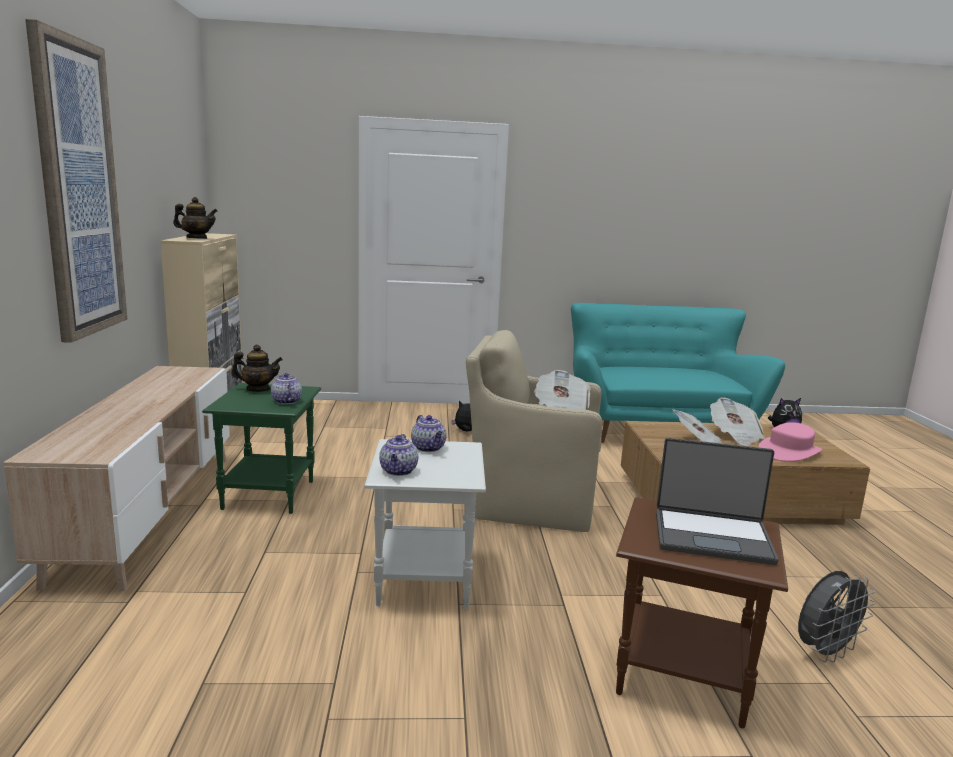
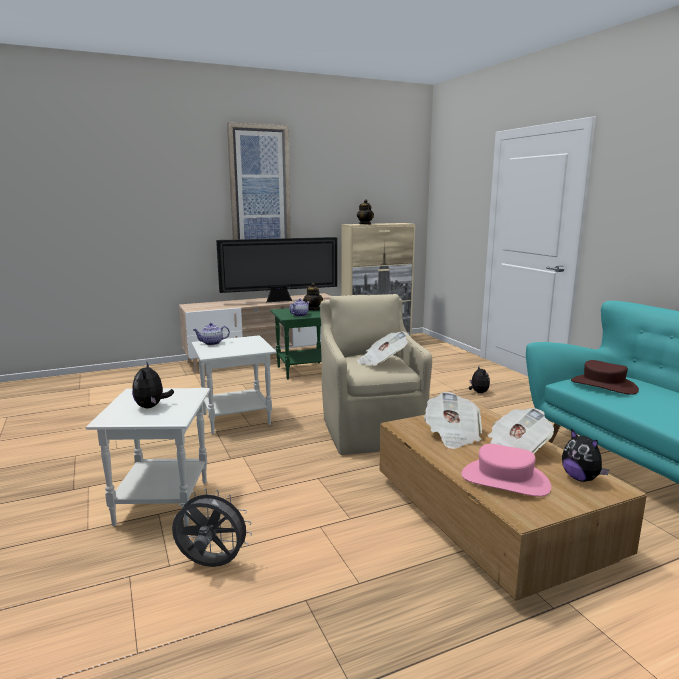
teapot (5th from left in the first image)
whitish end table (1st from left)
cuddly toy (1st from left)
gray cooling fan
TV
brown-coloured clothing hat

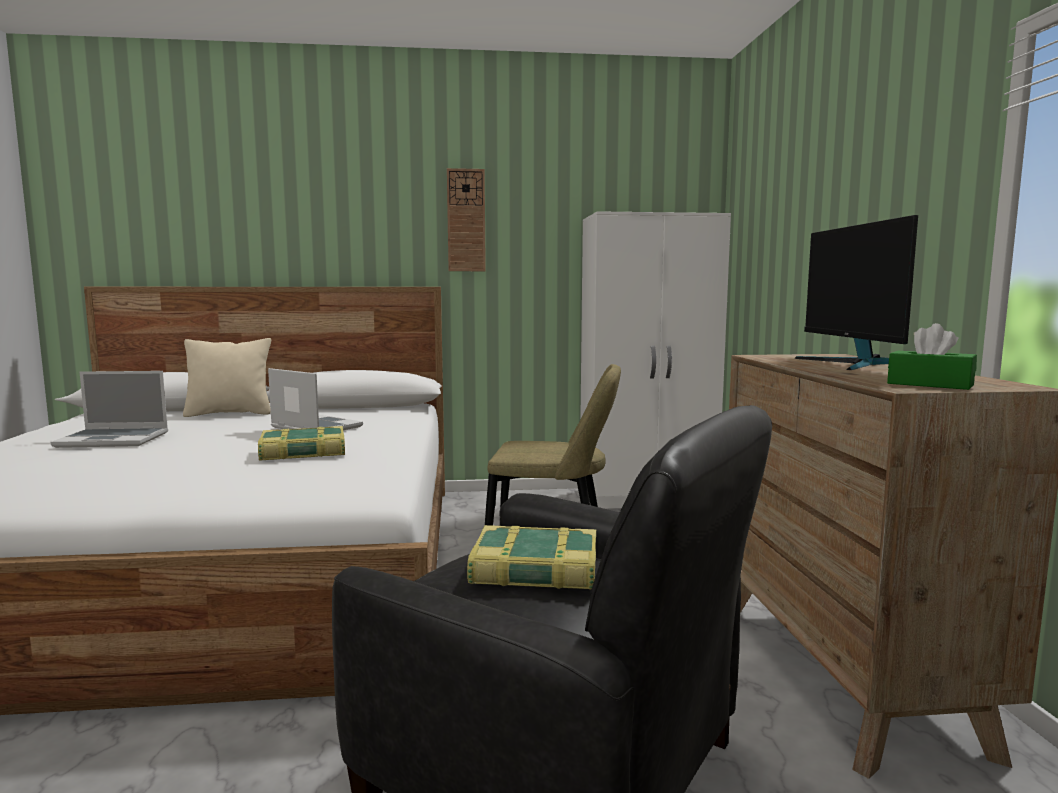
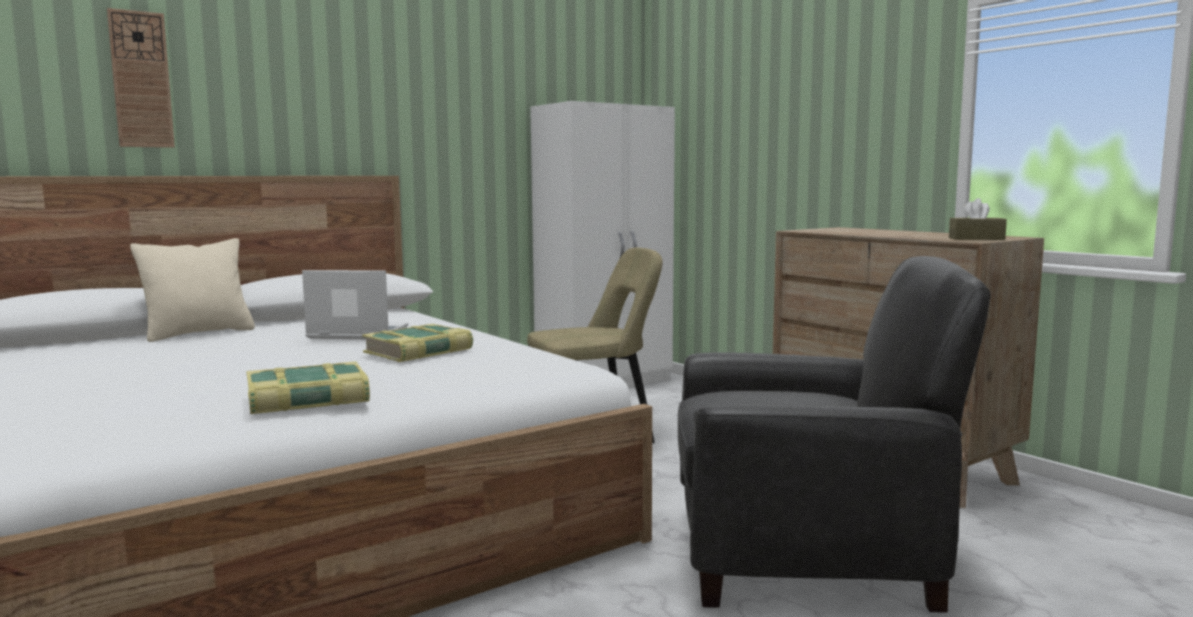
notebook computer (1st from left in the first image)
hanging clock
book (1st from left)
monitor
brown-coloured tissue box

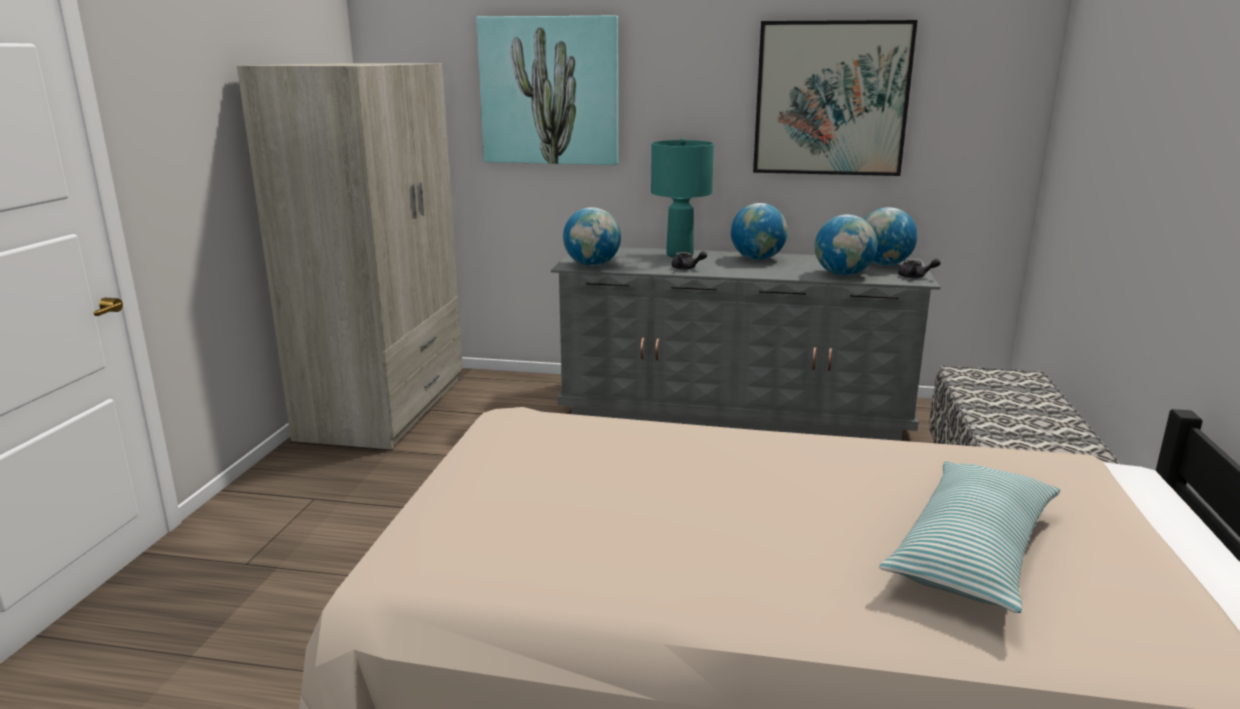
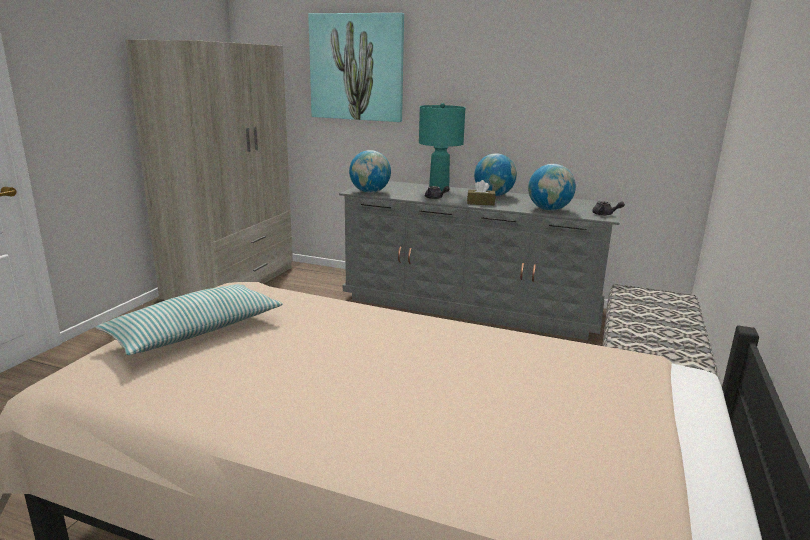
picture (2nd from left in the first image)
globe (4th from left in the first image)
cushion
brown-coloured tissue box

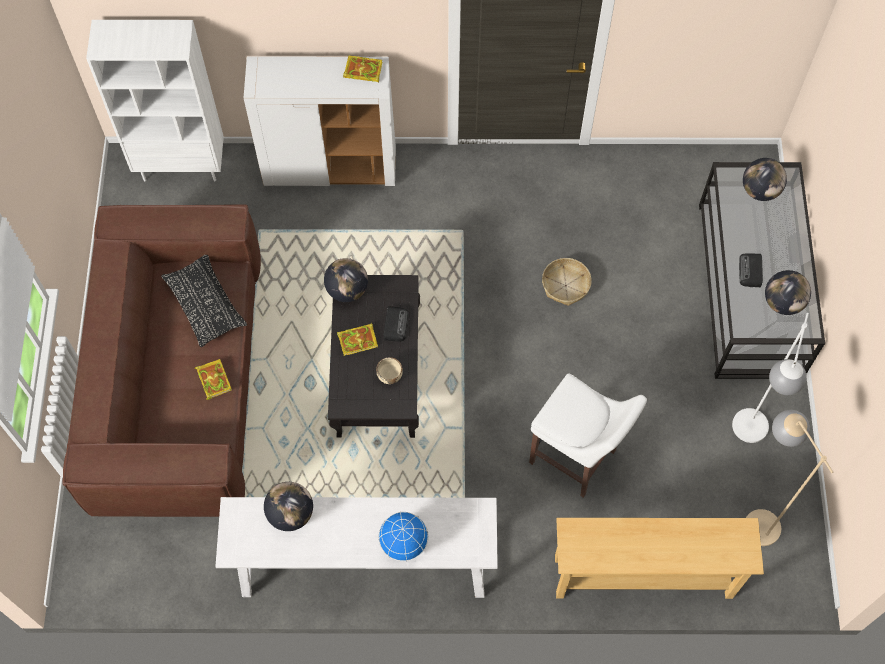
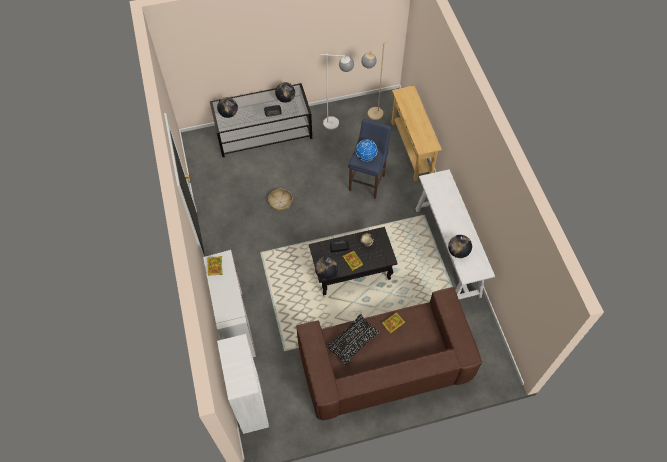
globe (4th from left)
bluish sitting stool

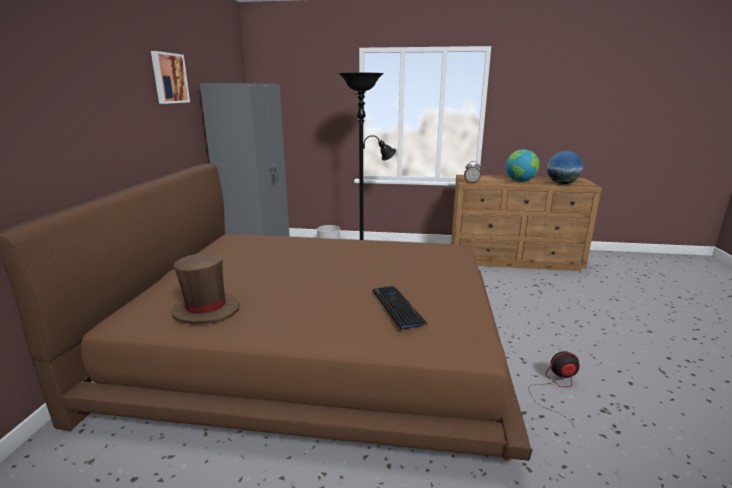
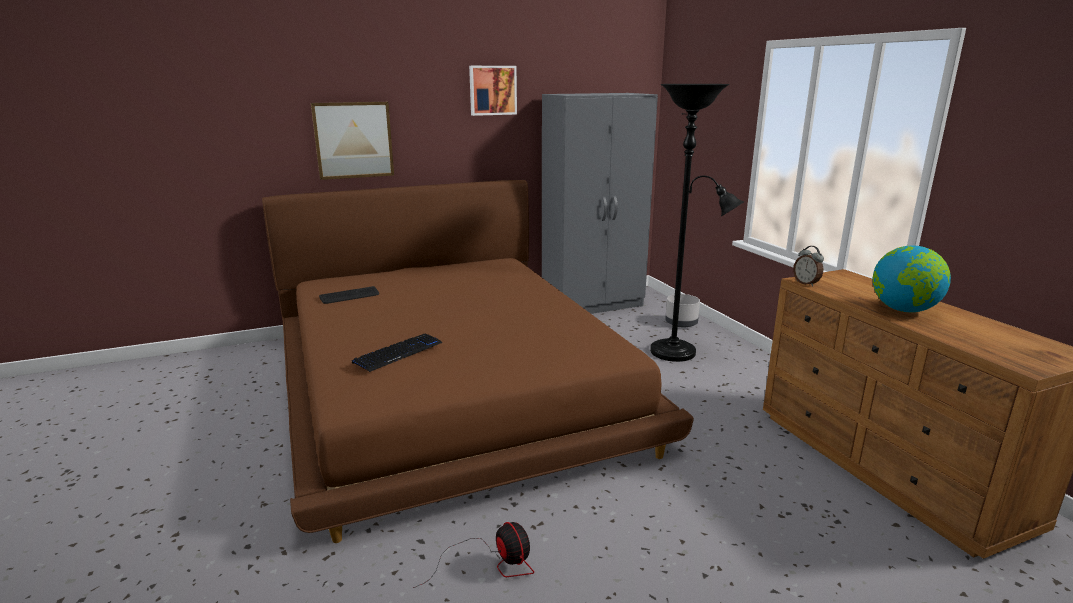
computer keyboard (1st from left)
globe (2nd from left in the first image)
picture (1st from left)

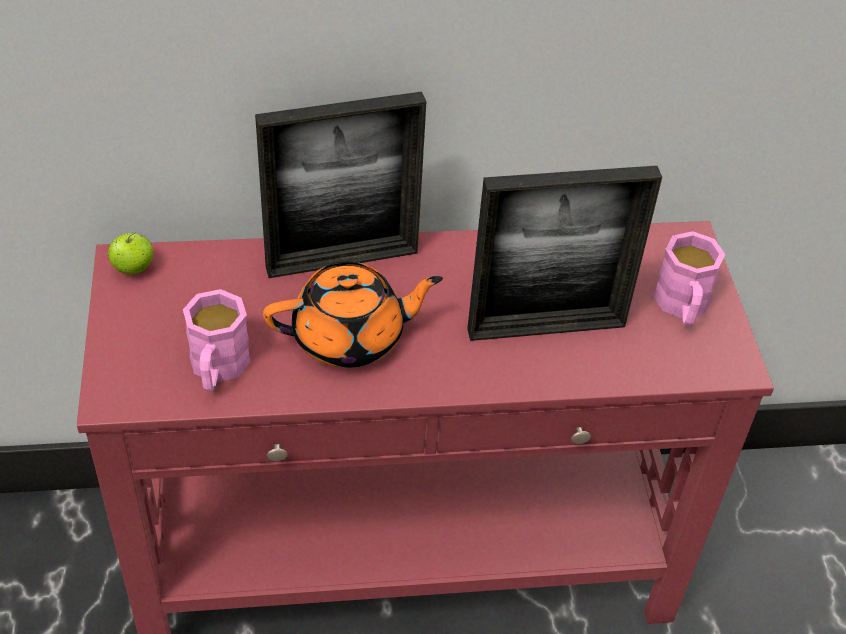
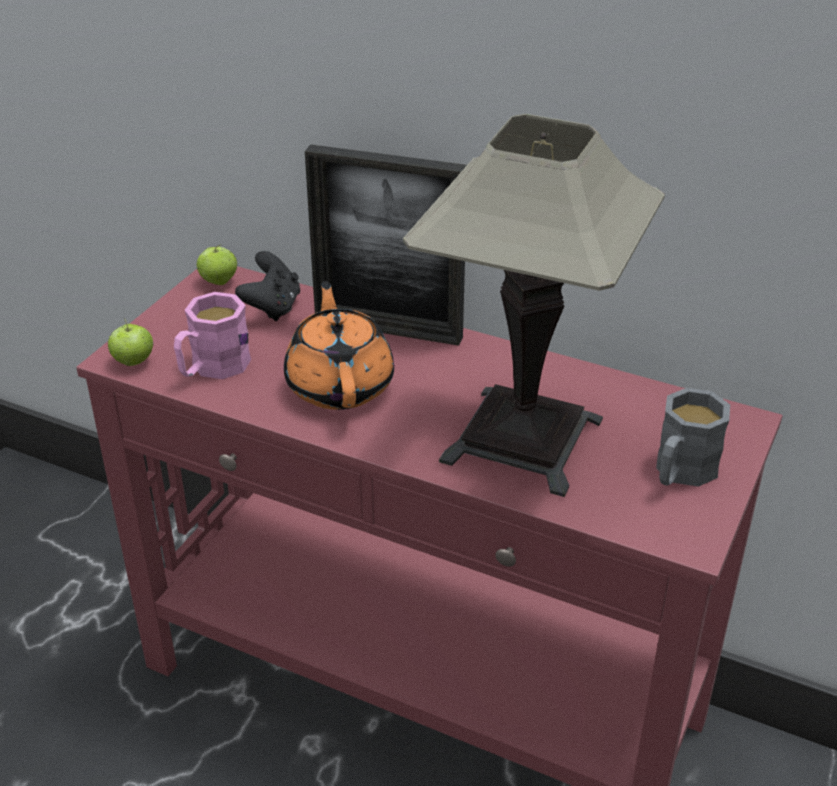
orangey teapot
lamp for a table
gray mug
apple fruit (1st from left)
black joypad

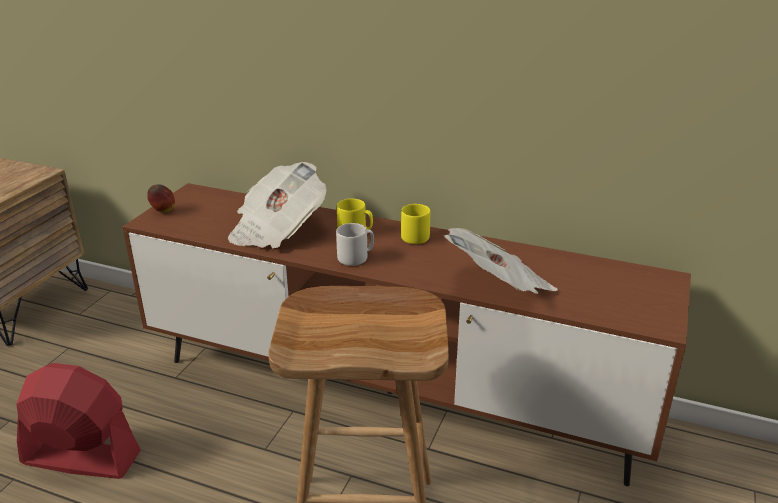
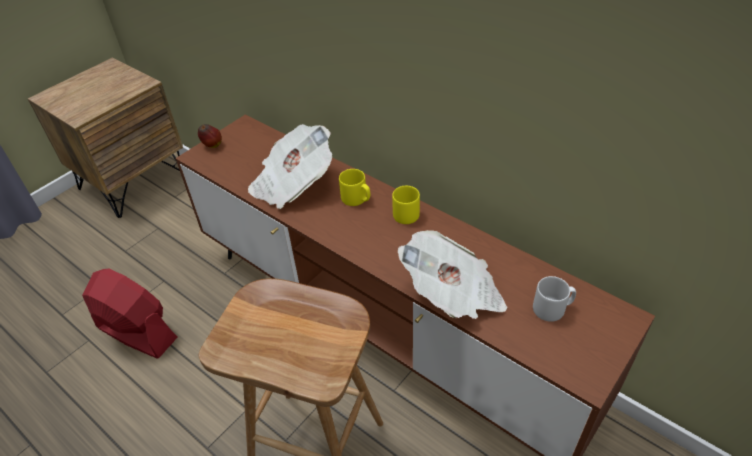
gray mug

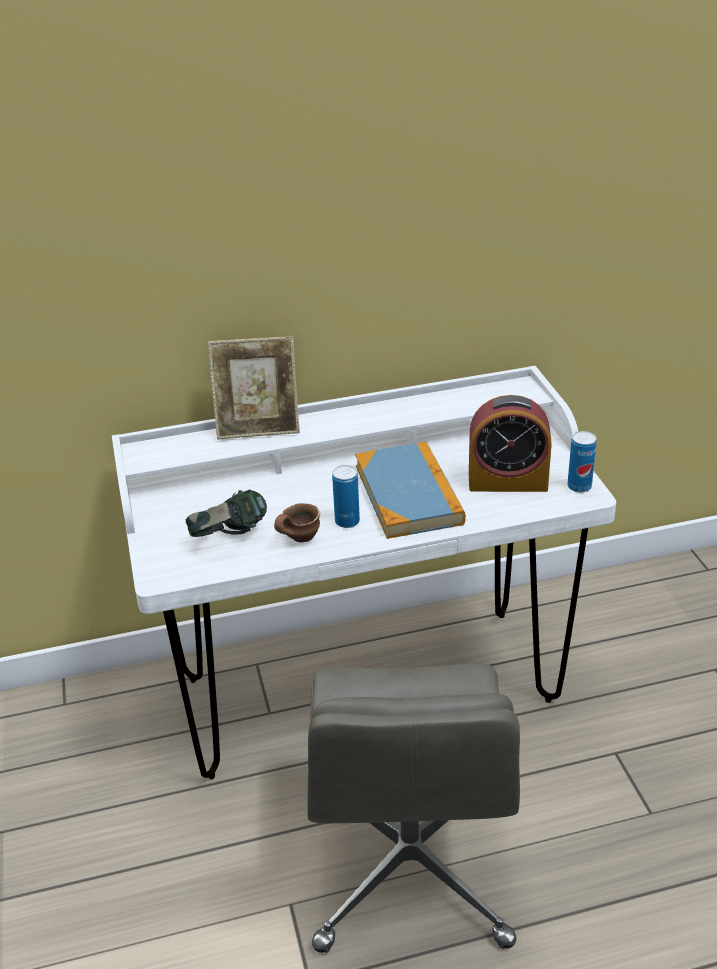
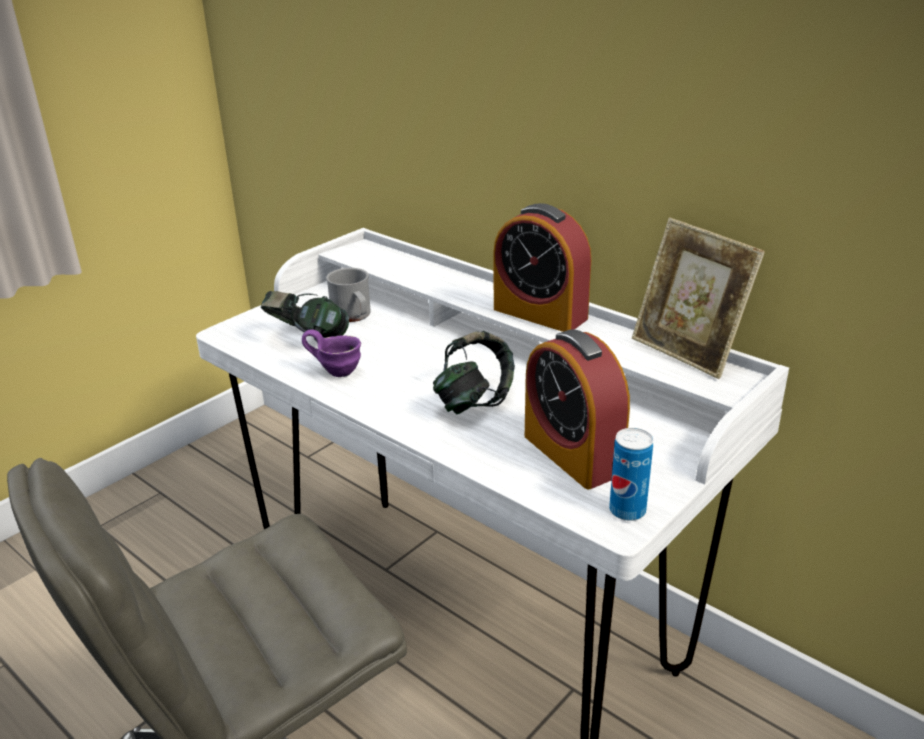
photo frame
purple-coloured mug
sealed can (1st from left in the first image)
headset (2nd from left)
gray mug
table clock (1st from left)

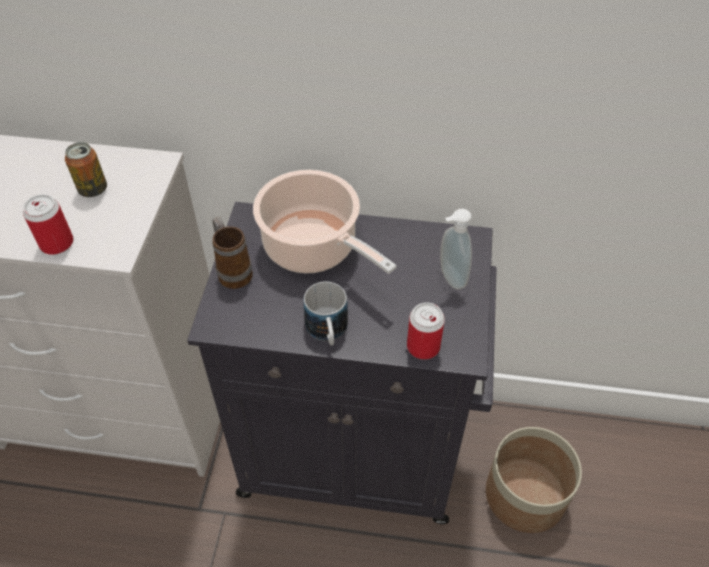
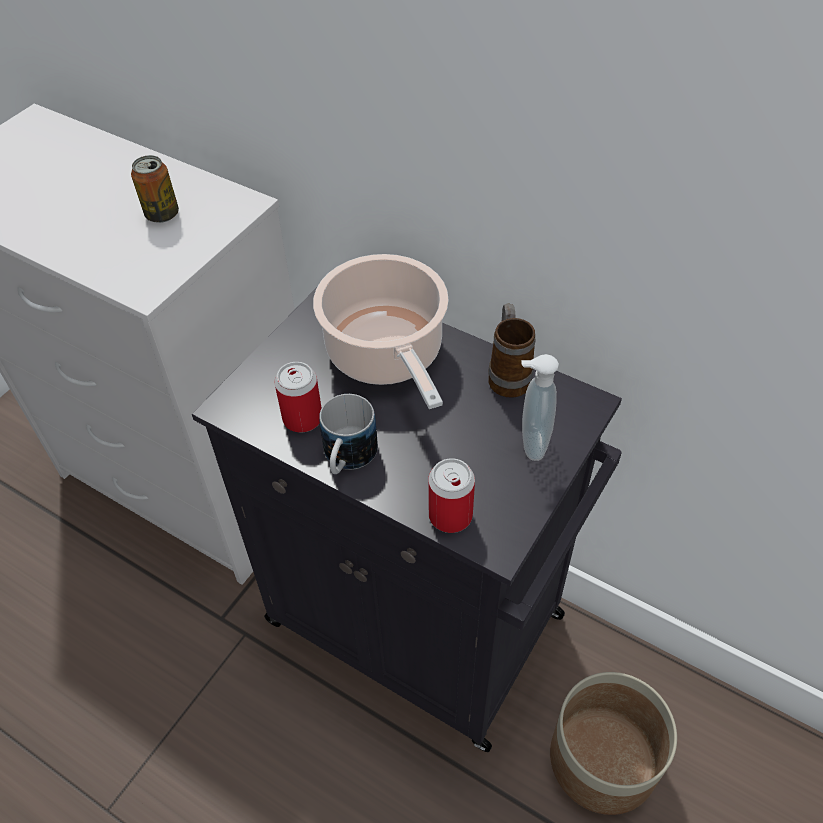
sealed can (2nd from left)
mug (2nd from left)

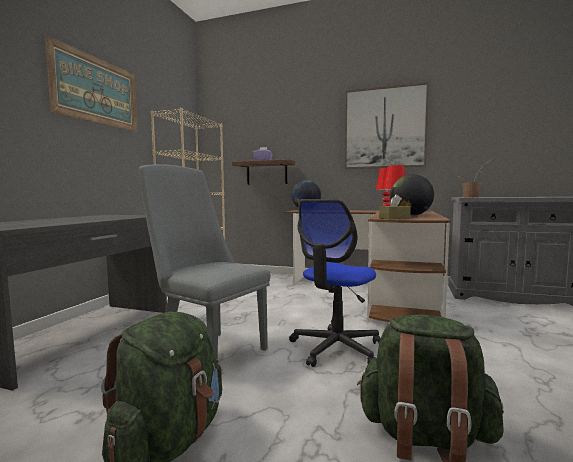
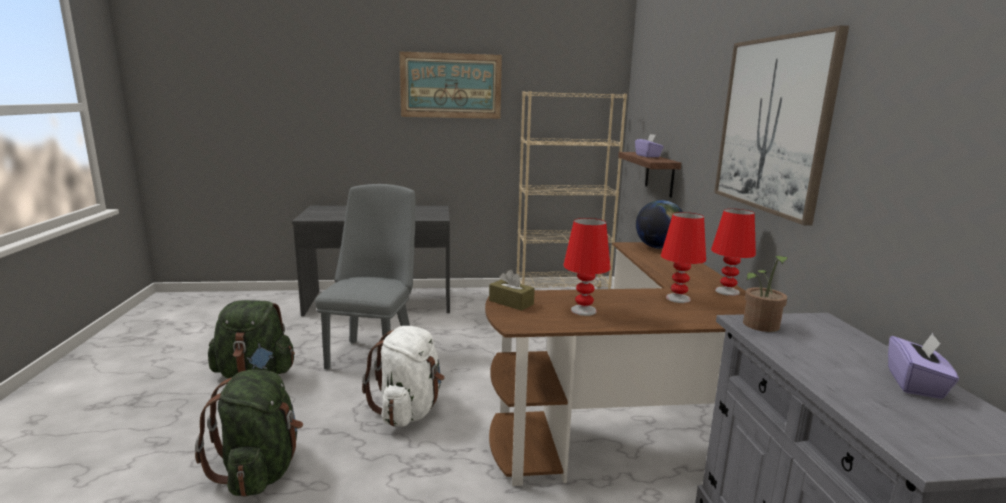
whitish knapsack
red lamp for a table (1st from left)
purple-coloured tissue box (2nd from left)

